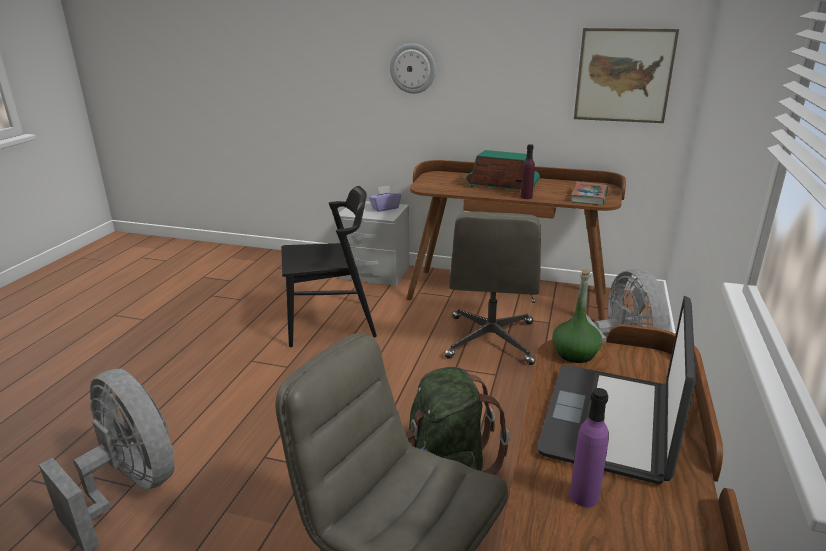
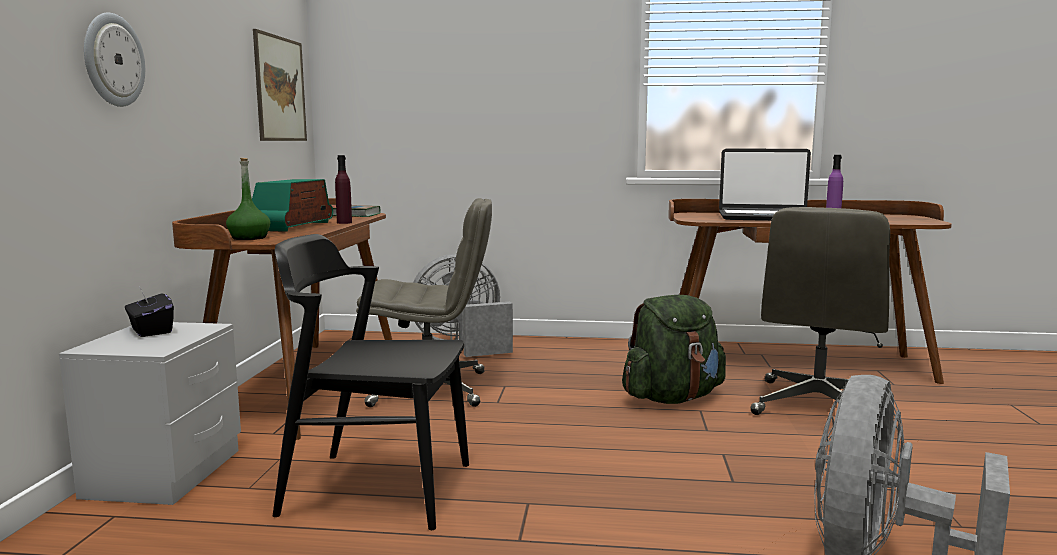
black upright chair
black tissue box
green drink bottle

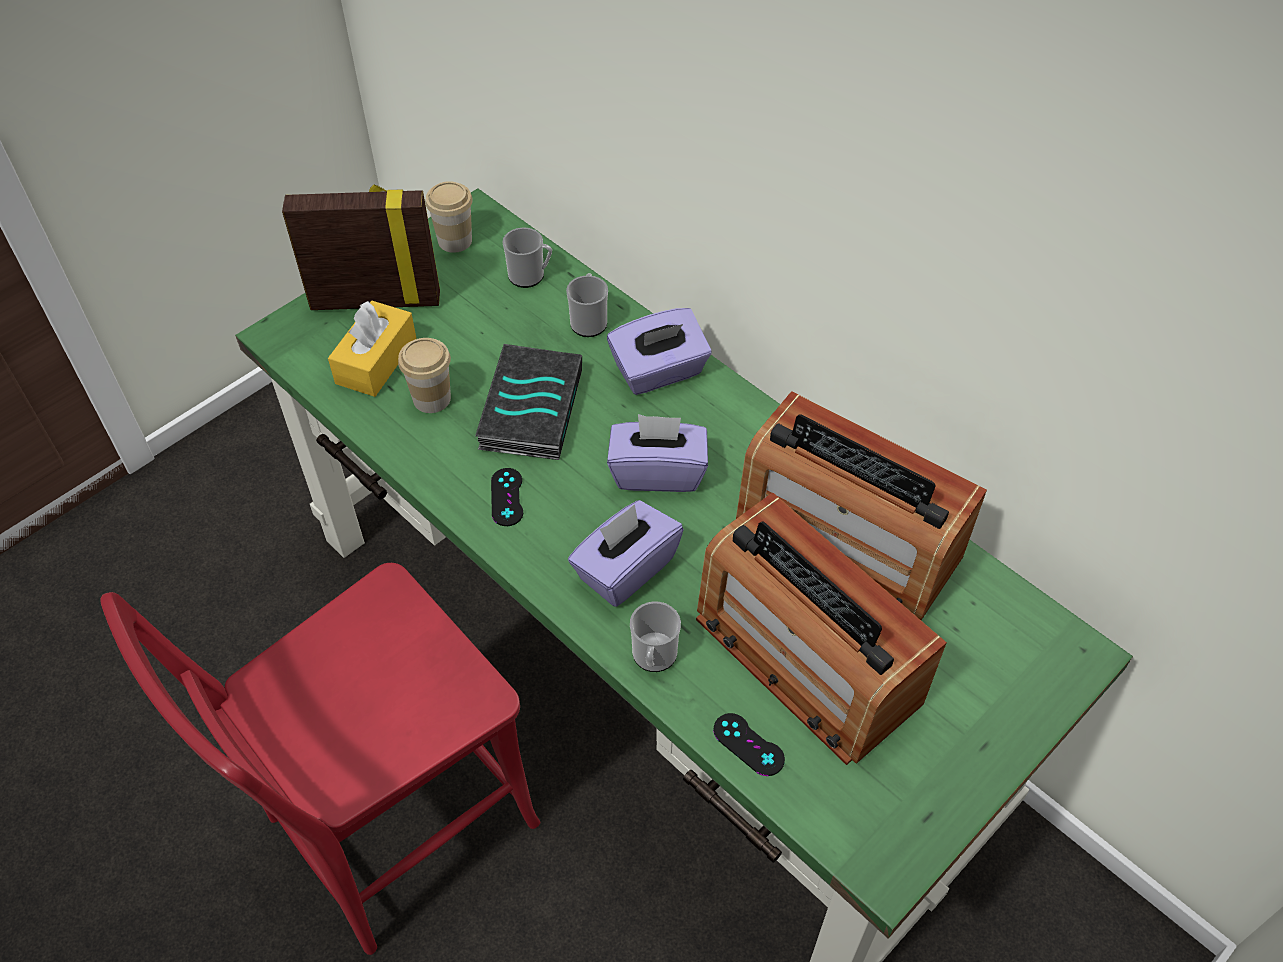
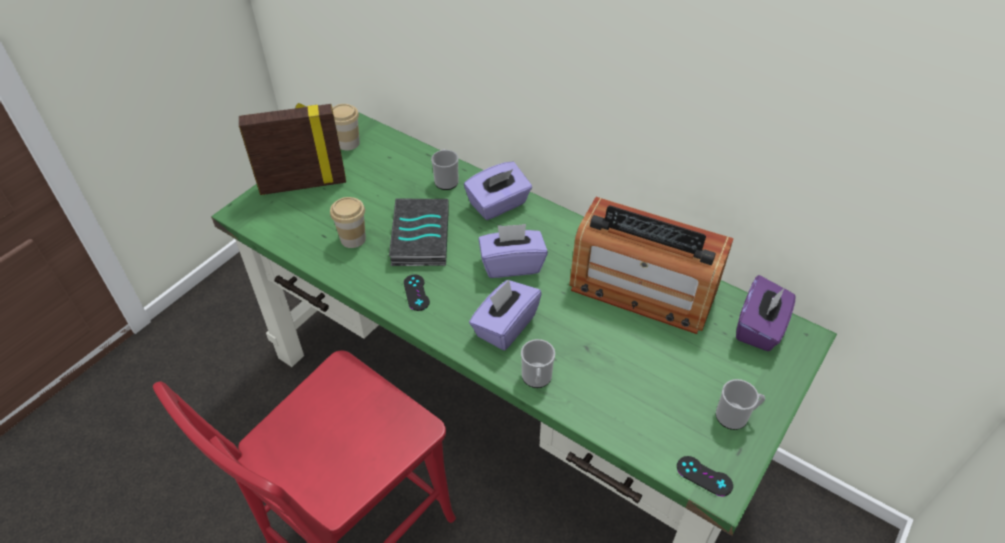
yellowish tissue box
mug (3rd from left)
radio (1st from left in the first image)
black joypad (2nd from left)
purple-coloured tissue box (4th from left)

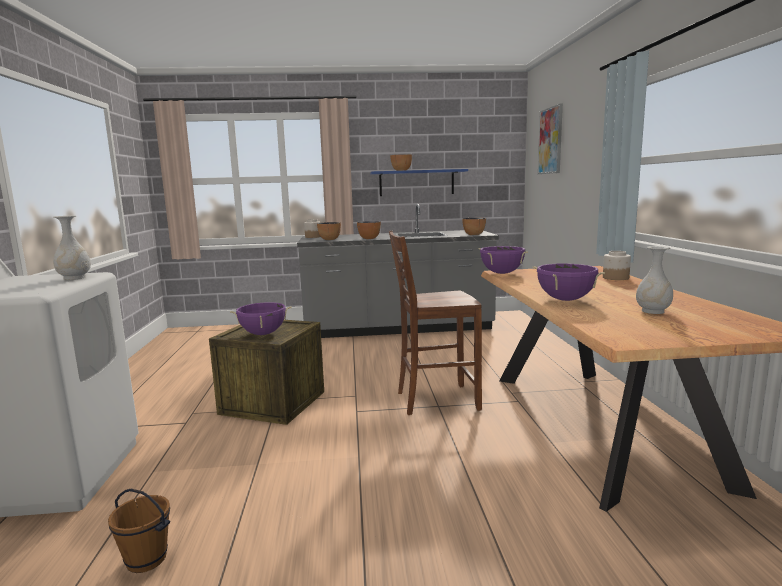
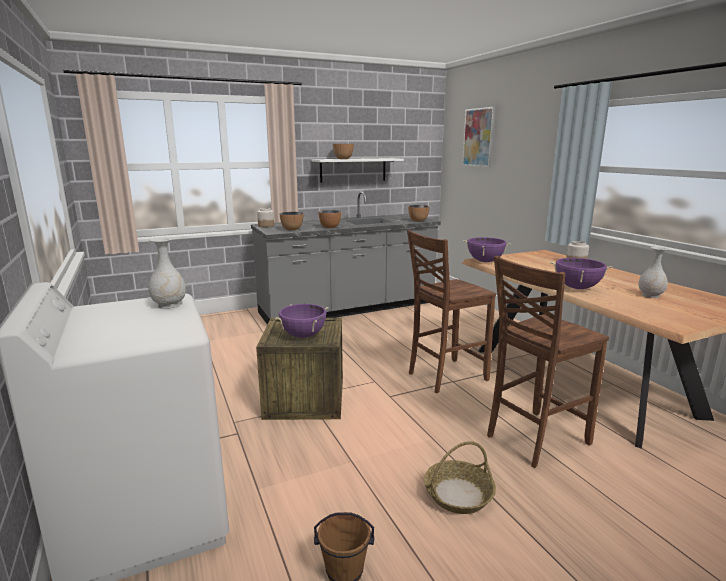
whitish wall shelf
storage basket
brown-coloured upright chair (2nd from left)

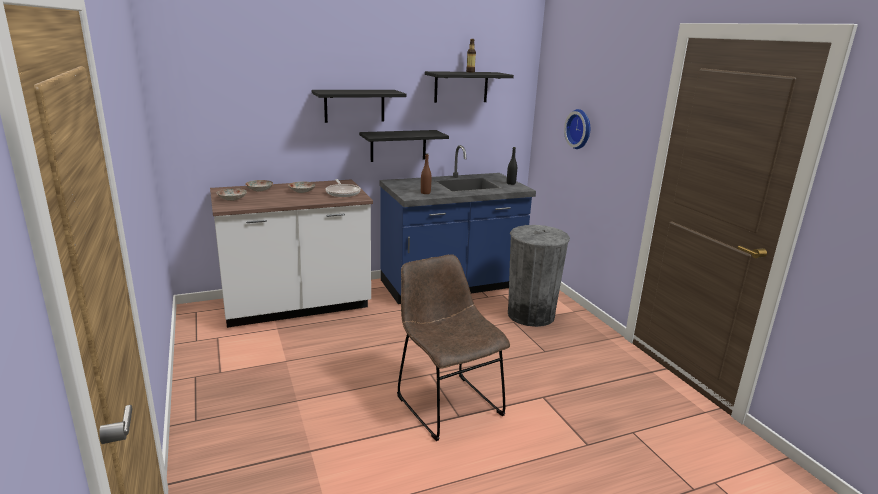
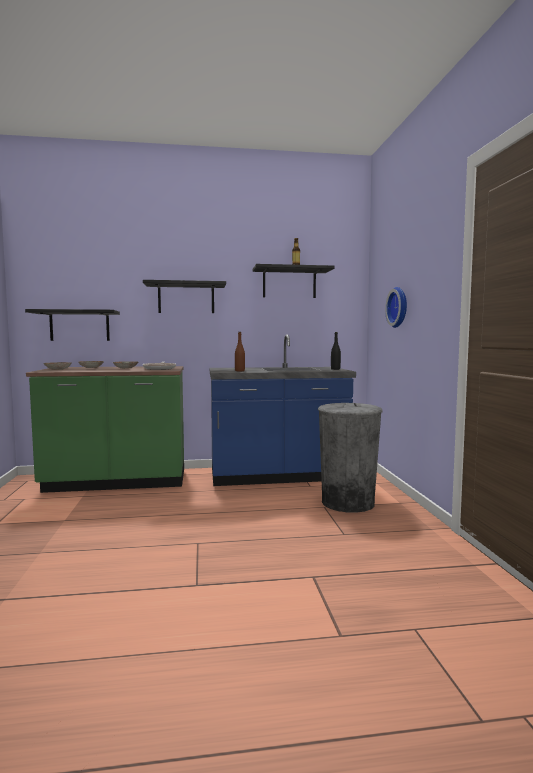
green counter
black wall shelf (1st from left)
brown-coloured upright chair

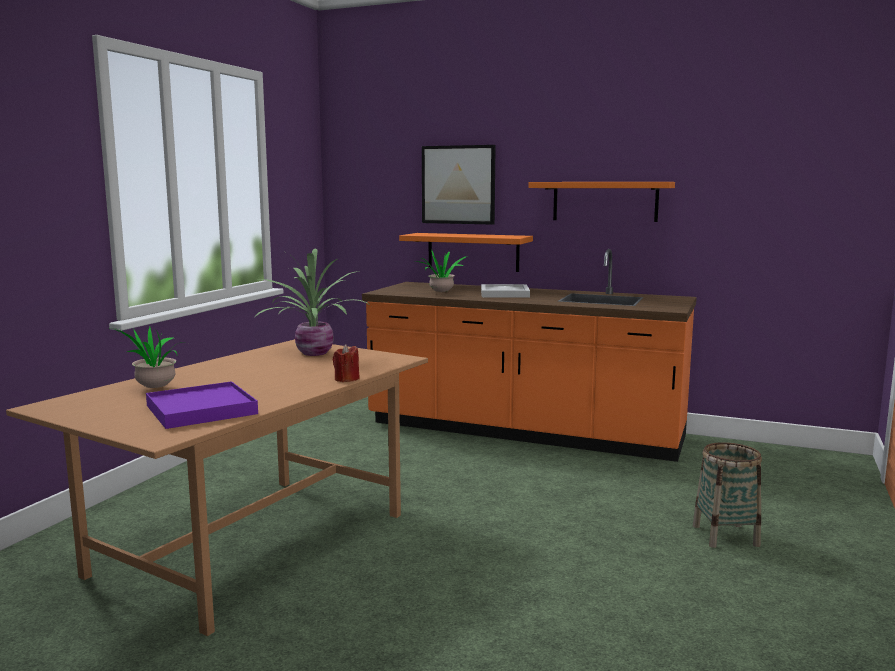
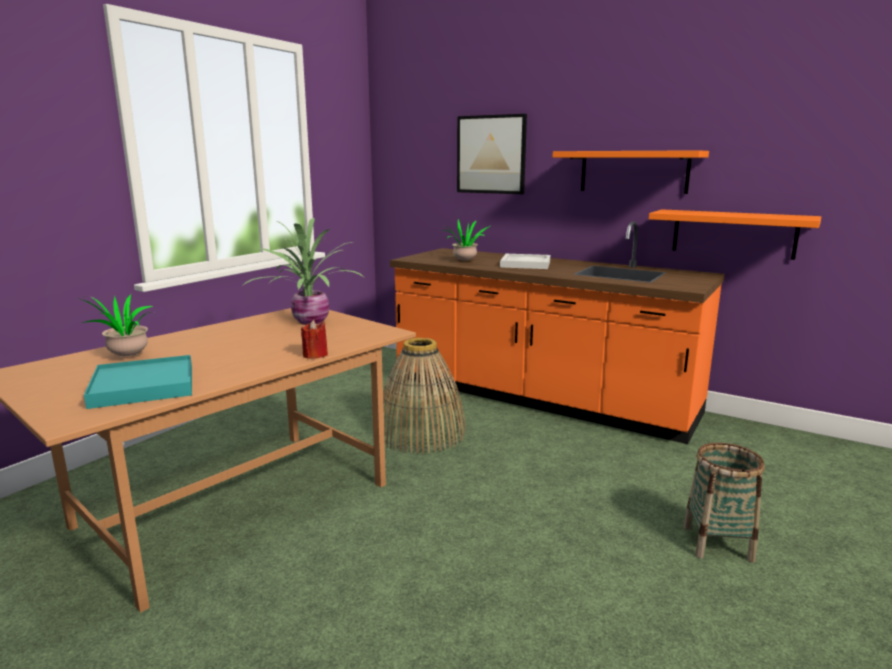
blue-green tray
orangey wall shelf (2nd from left)
storage basket (1st from left)

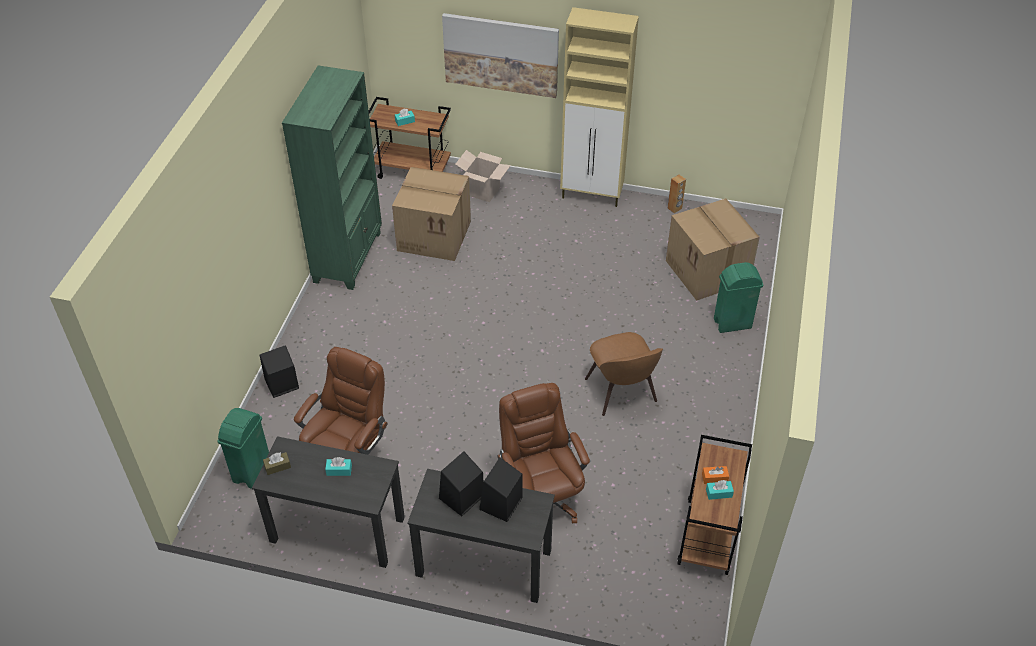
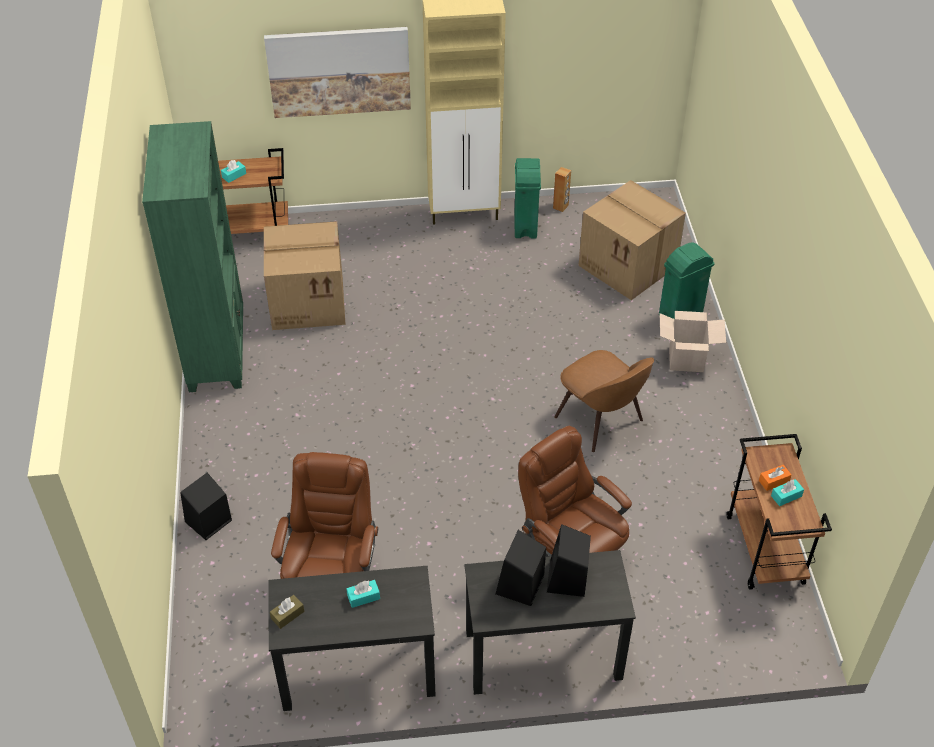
green rubbish bin (1st from left)
carton (3rd from left)

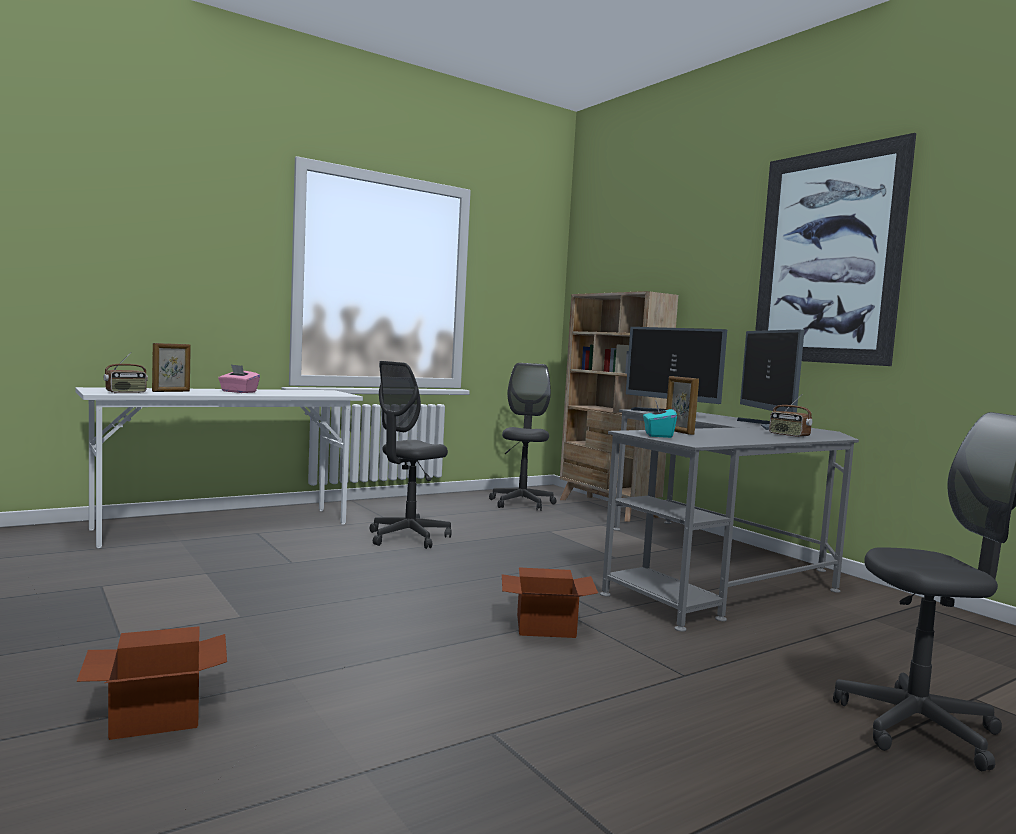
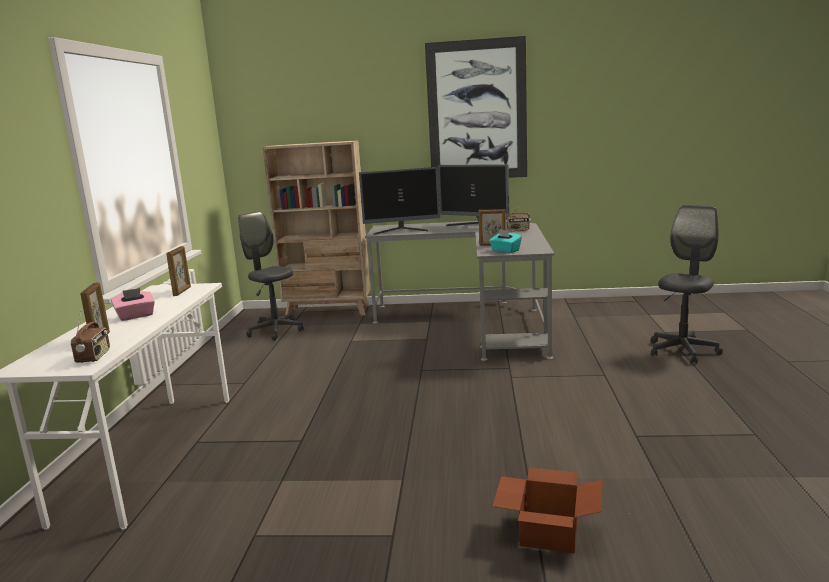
gray computer chair (1st from left in the first image)
carton (2nd from left in the first image)
photo frame (2nd from left)

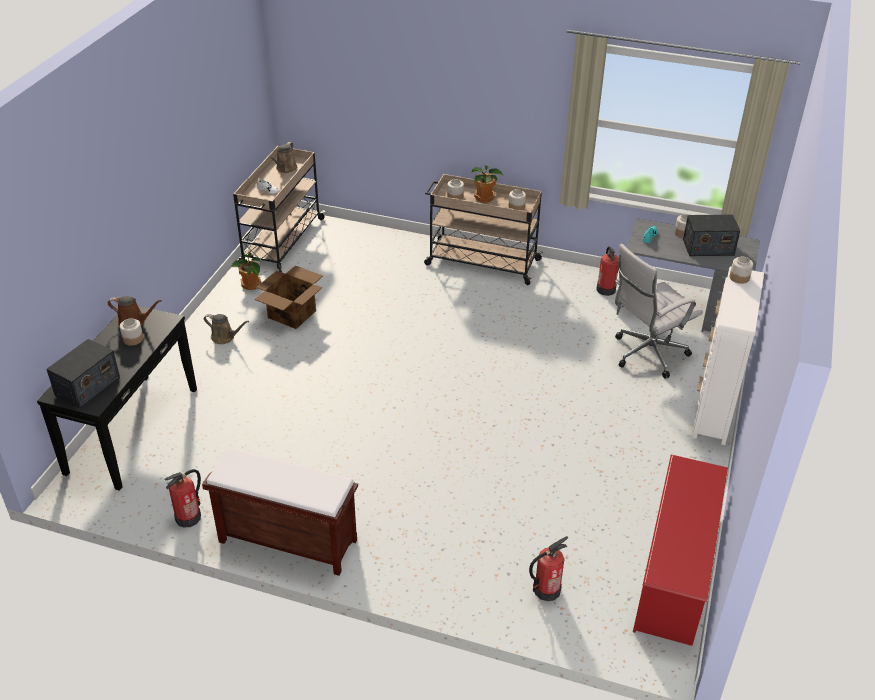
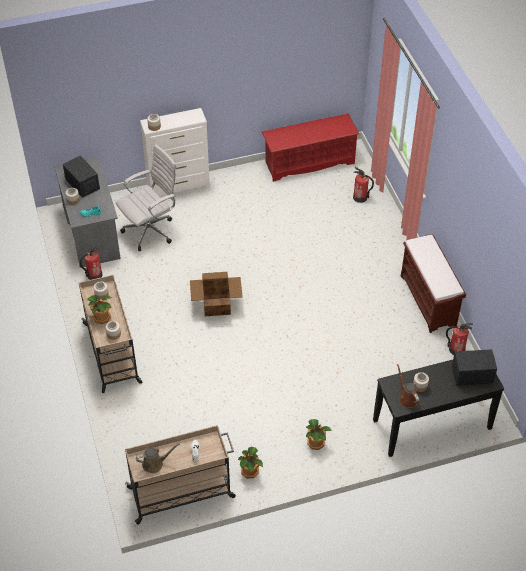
houseplant (3rd from left)
carton
whitish computer chair

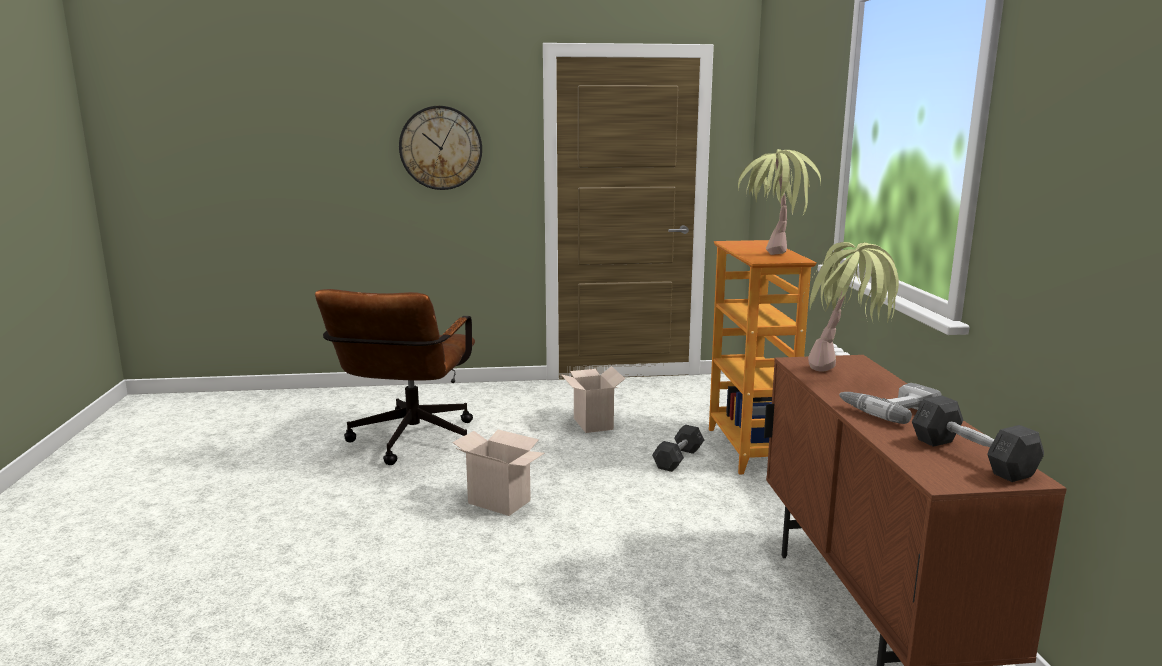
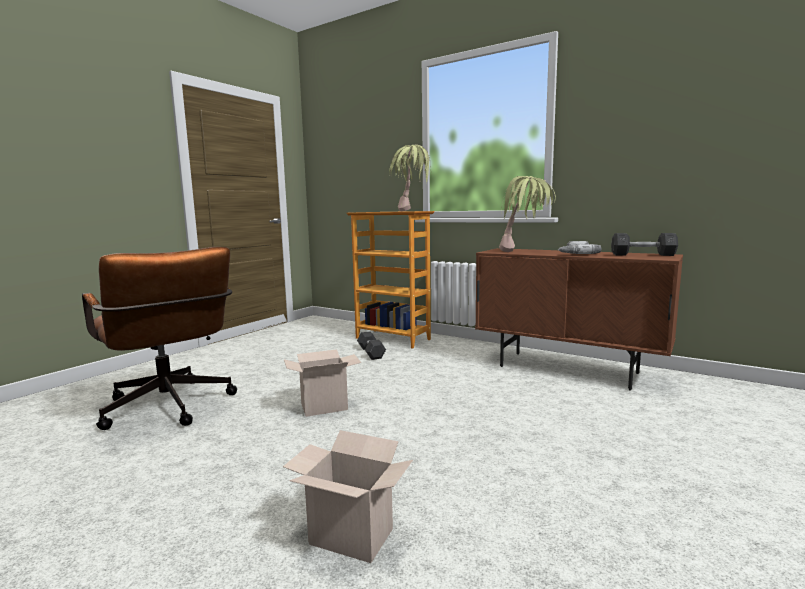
hanging clock
carton (2nd from left)

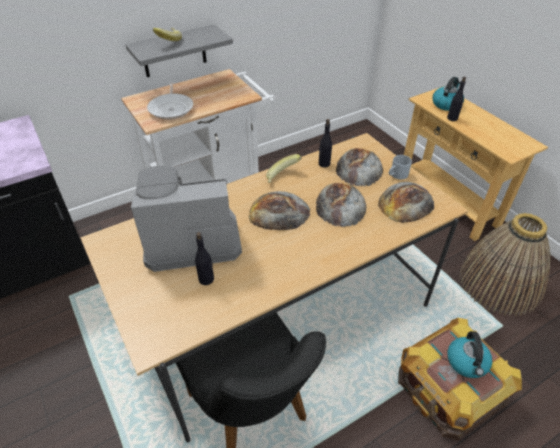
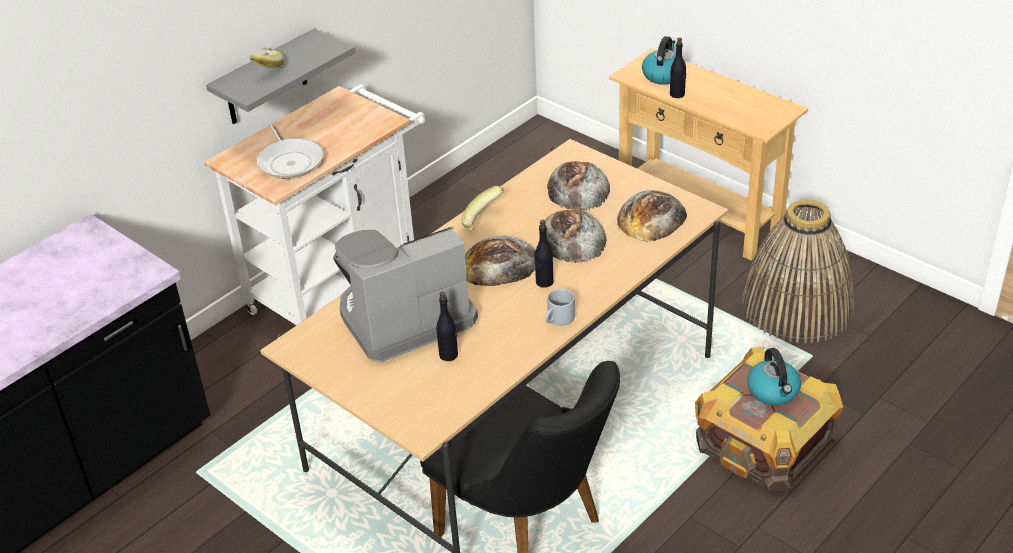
black drink bottle (2nd from left)
gray mug

